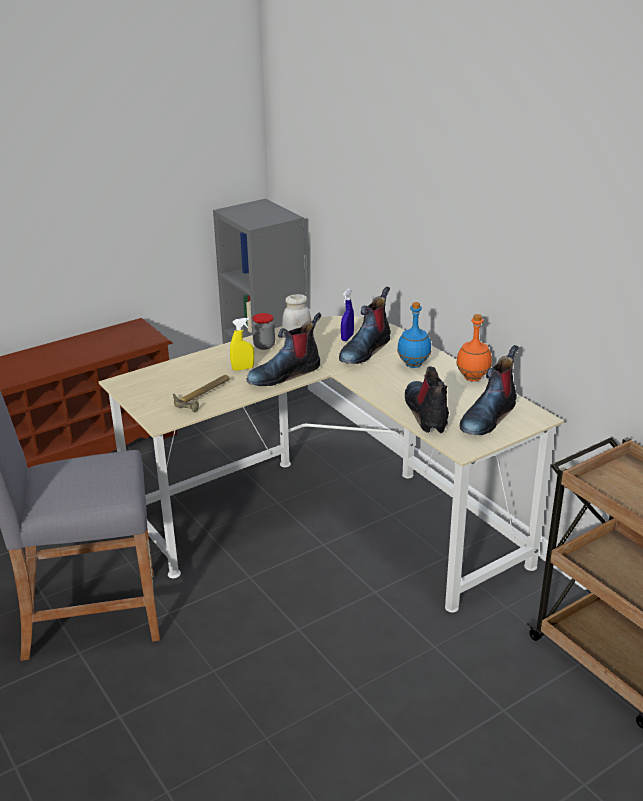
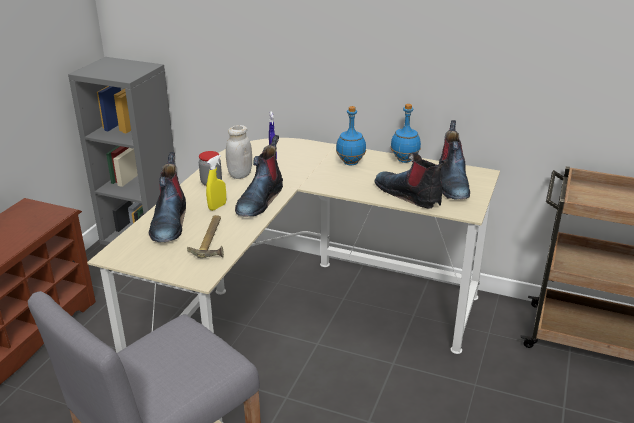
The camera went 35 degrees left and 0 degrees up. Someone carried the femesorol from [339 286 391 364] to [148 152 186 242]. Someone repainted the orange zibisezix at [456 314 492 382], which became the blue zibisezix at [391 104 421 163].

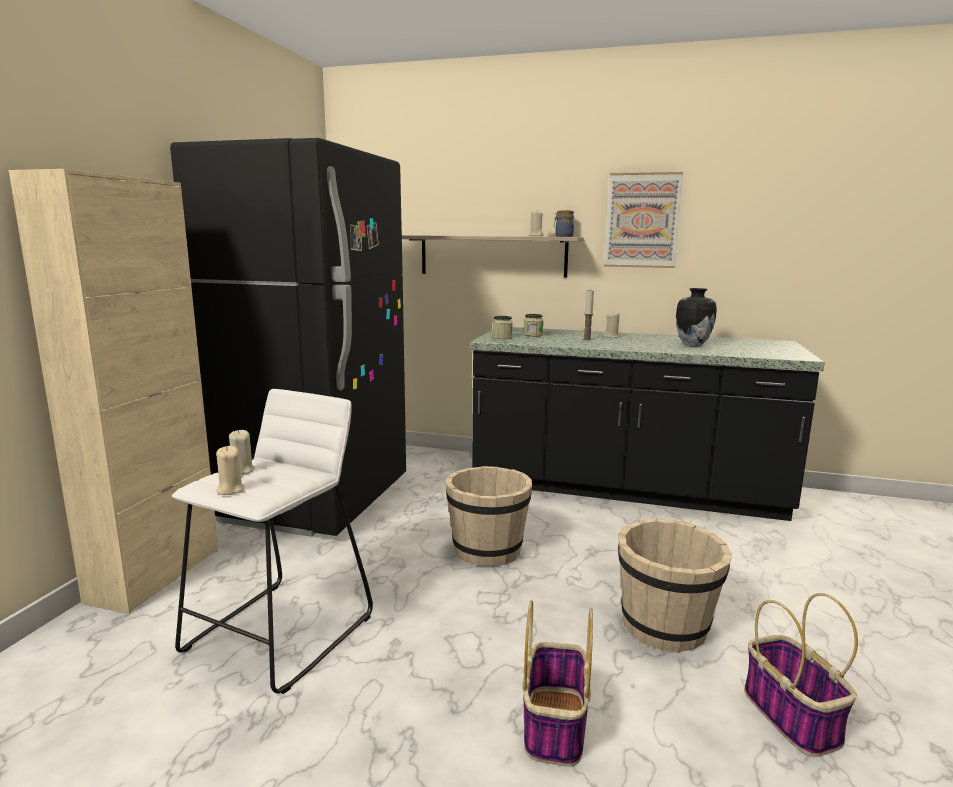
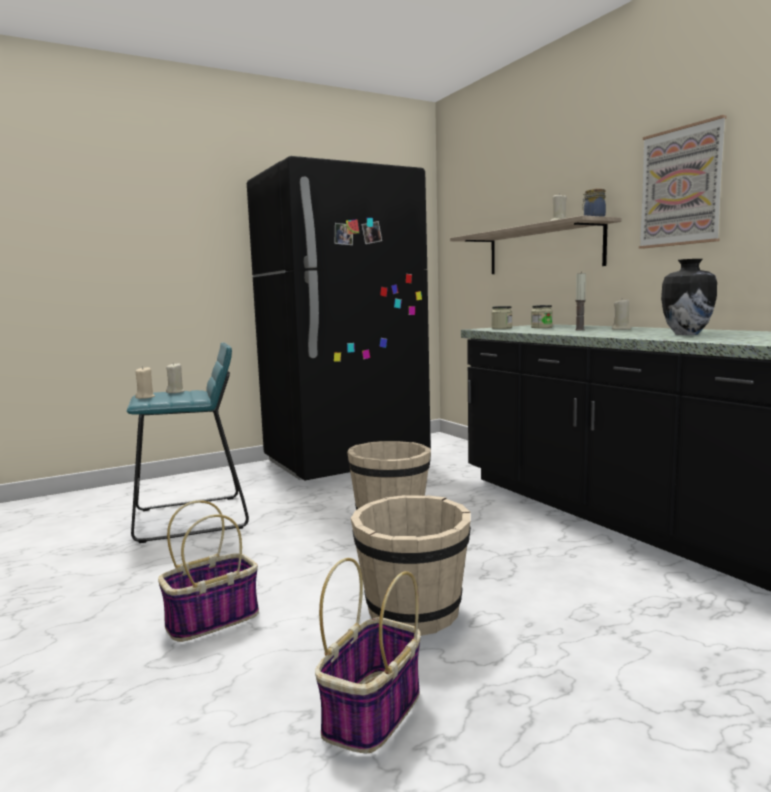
The camera went 45 degrees right and 5 degrees down. Someone took away the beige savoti at [9 169 219 614]. Someone repainted the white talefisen at [172 389 373 694], which became the turquoise talefisen at [127 342 249 543].

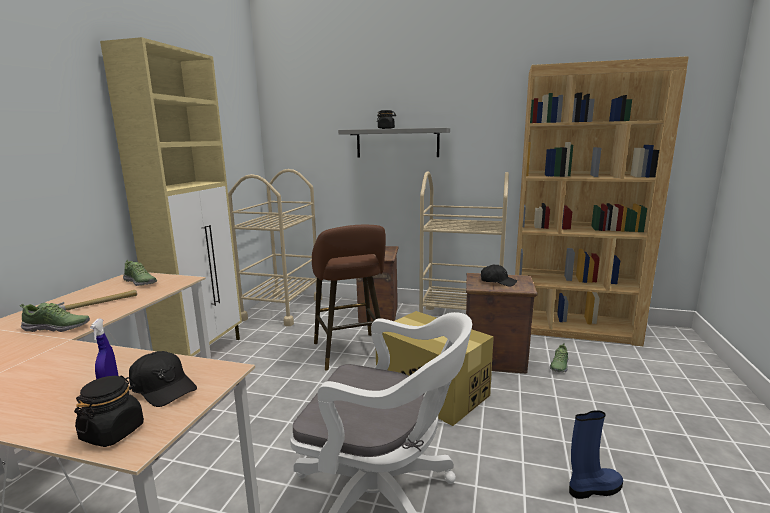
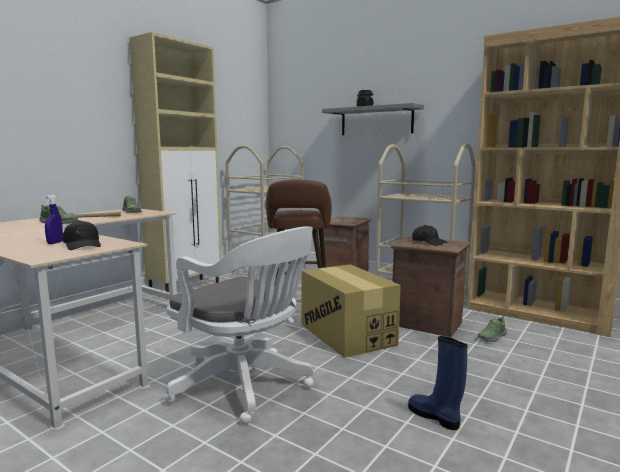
The camera went 20 degrees right and 5 degrees down. Someone took away the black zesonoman at [74 376 144 447]. Someone rotated the blue femesorol at [569 410 623 499] by 135 degrees counterclockwise.

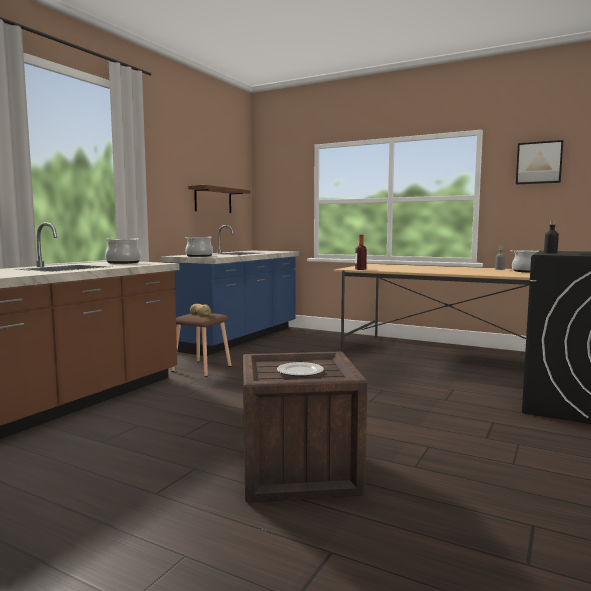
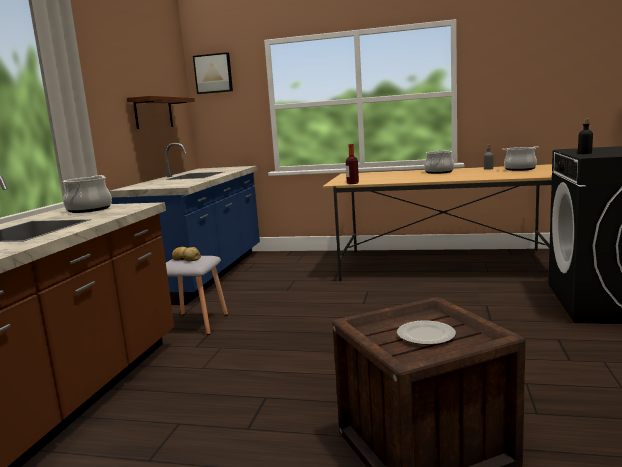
The camera went 15 degrees left and 5 degrees up. Someone carried the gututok from [185 237 213 257] to [424 150 454 174]. Someone carried the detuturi from [516 140 563 184] to [193 52 233 94]. Someone repainted the brown talefisen at [171 313 232 377], which became the grey talefisen at [166 256 228 335].

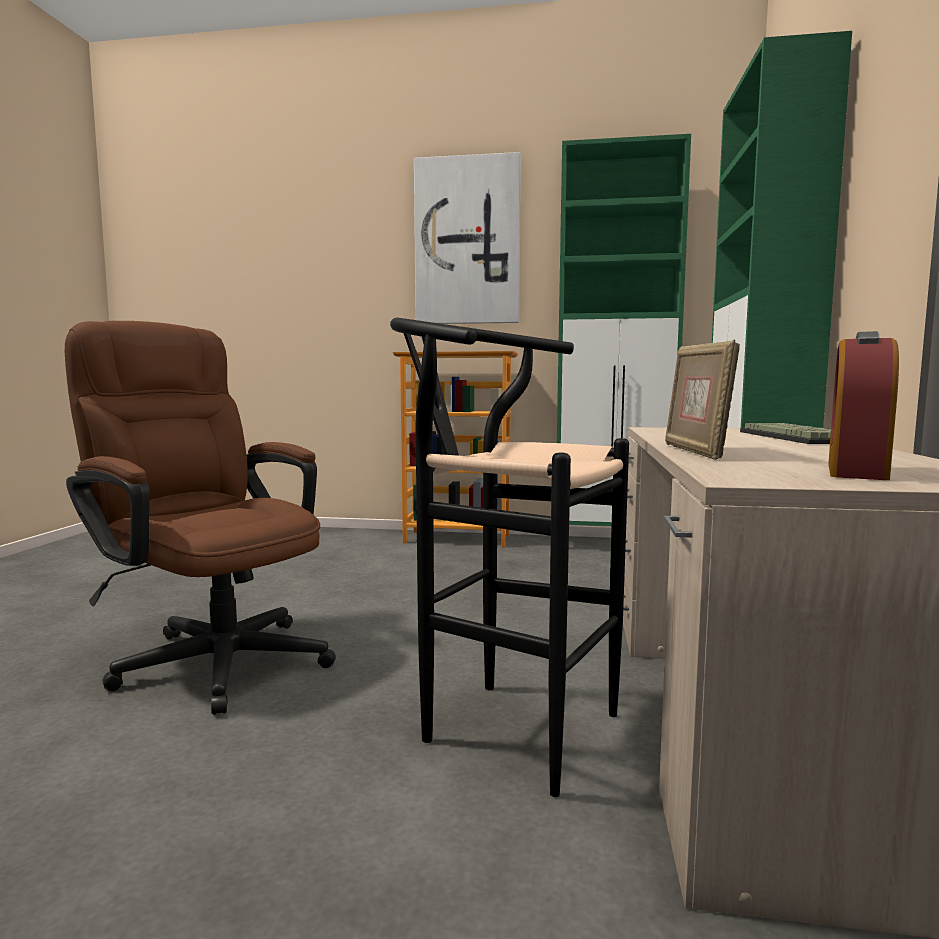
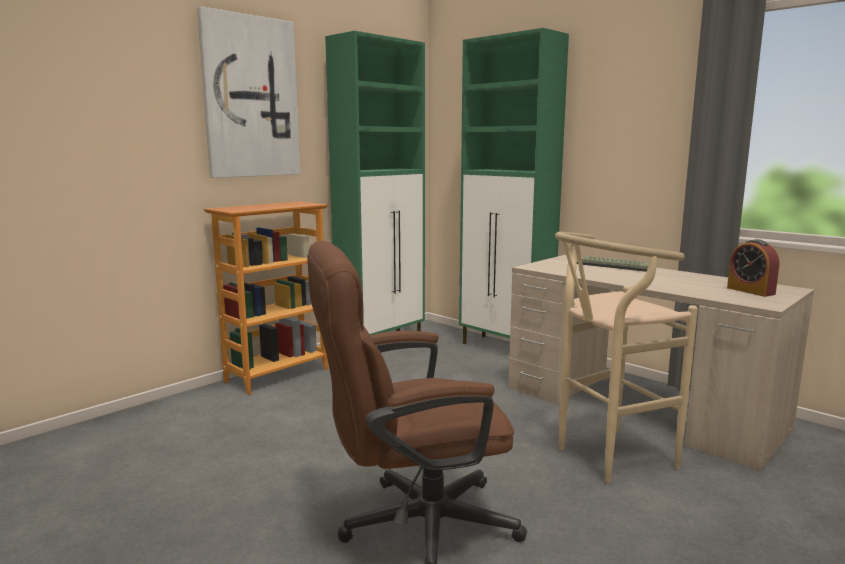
The camera went 55 degrees left and 5 degrees up. Someone took away the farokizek at [665 340 740 460]. Someone repainted the black talefisen at [390 318 629 797], which became the beige talefisen at [555 232 698 483].

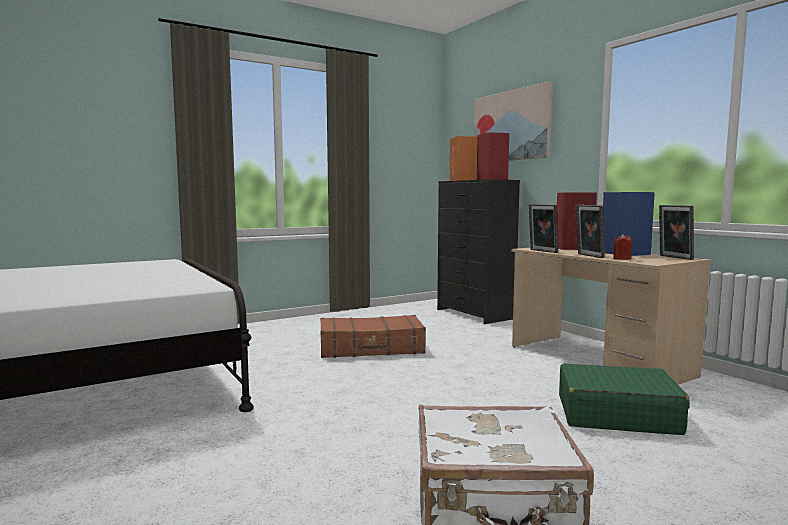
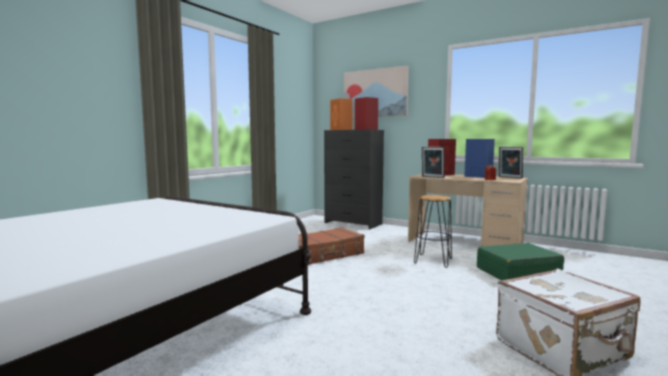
The camera went 25 degrees left and 0 degrees up. Someone took away the farokizek at [576 205 605 258]. Someone put down the black talefisen at [414 195 452 268].

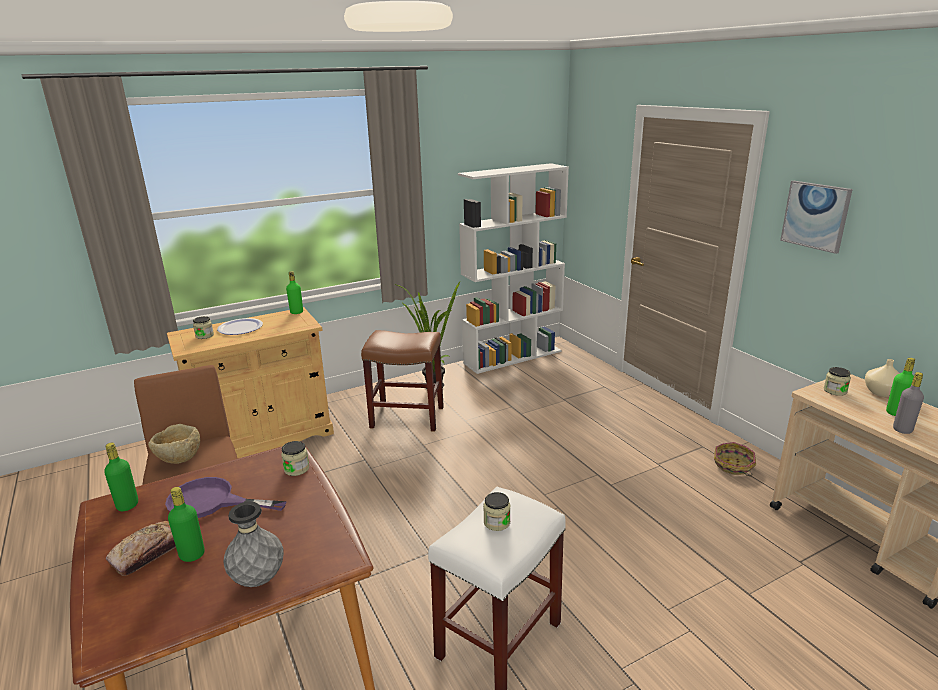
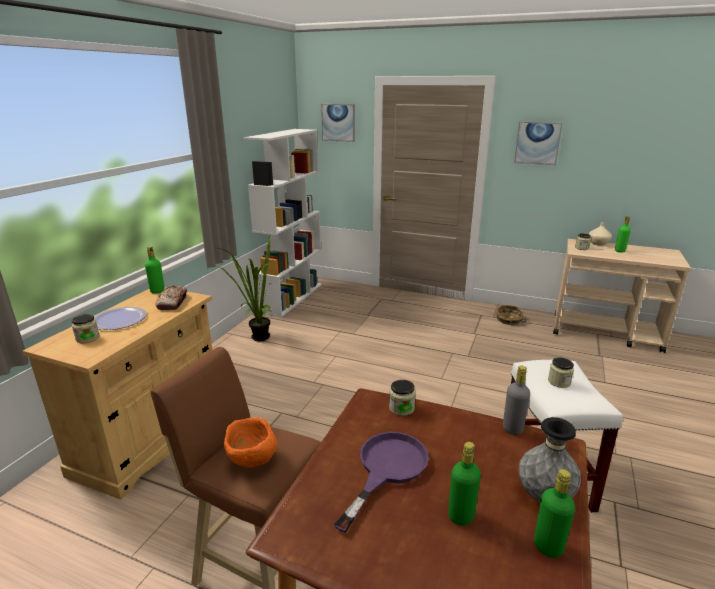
The camera went 40 degrees left and 0 degrees up. Someone took away the brown talefisen at [361 330 444 432]. Someone put up the detuturi at [321 104 355 142]. Someone carried the green zibisezix from [104 443 138 511] to [534 469 575 558]. Someone carried the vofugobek from [106 521 176 576] to [155 285 187 310]. Someone carried the grey zibisezix from [893 372 924 434] to [503 365 530 435]. Someone repainted the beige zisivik at [148 424 200 464], which became the orange zisivik at [224 417 277 468]. Someone rotated the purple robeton at [165 477 287 518] by 150 degrees clockwise.

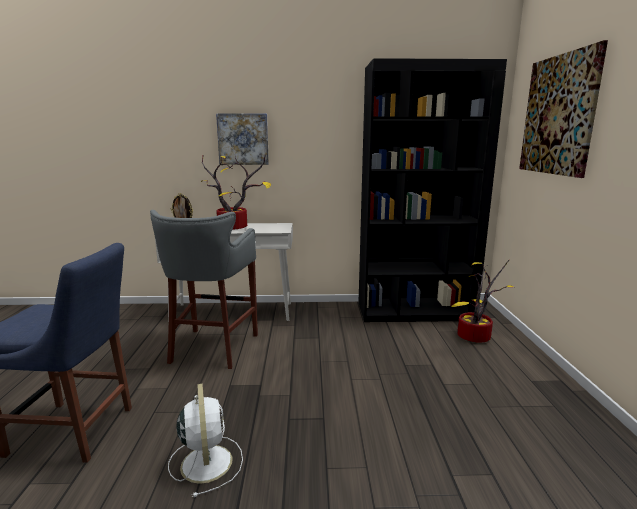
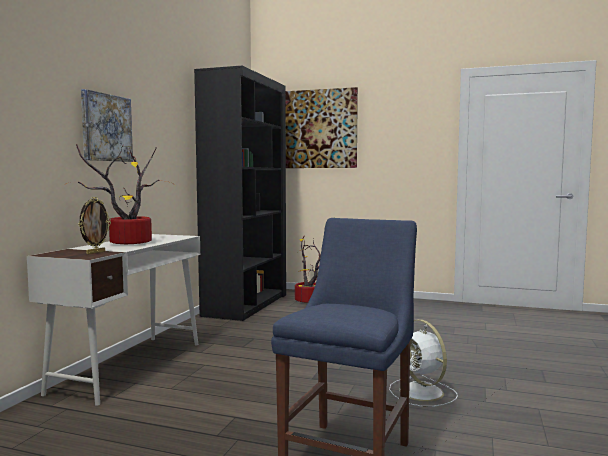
The camera went 70 degrees left and 10 degrees down. Someone took away the grey talefisen at [150 210 258 369]. Someone rotated the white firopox at [168 384 243 497] by 120 degrees counterclockwise.

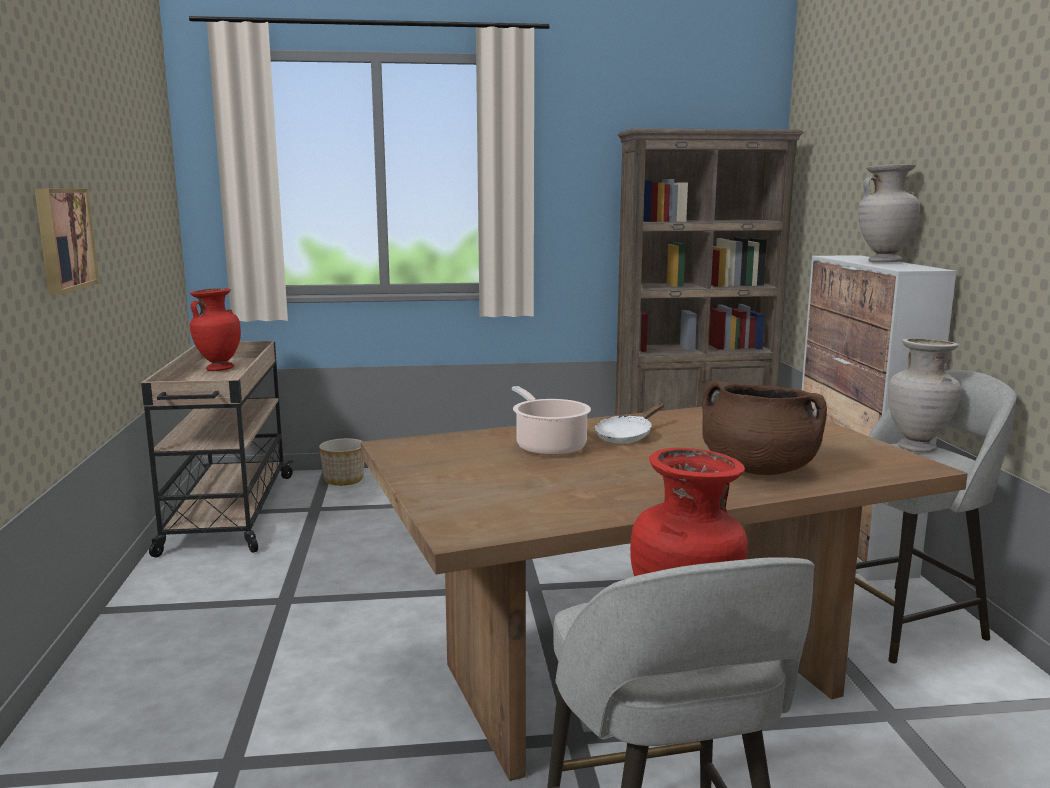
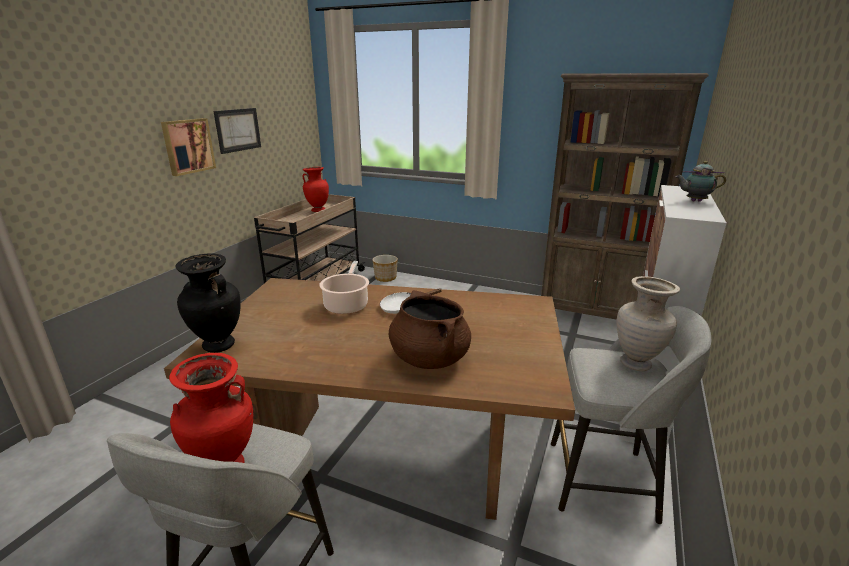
The camera went 30 degrees right and 10 degrees up. Someone put down the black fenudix at [175 254 241 353]. Someone put up the detuturi at [213 108 261 154]. Someone swapped the beige fenudix at [858 164 920 262] for the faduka at [675 161 726 202].

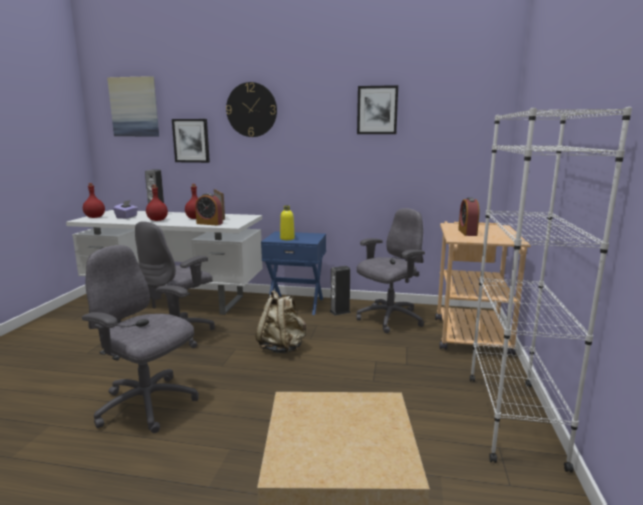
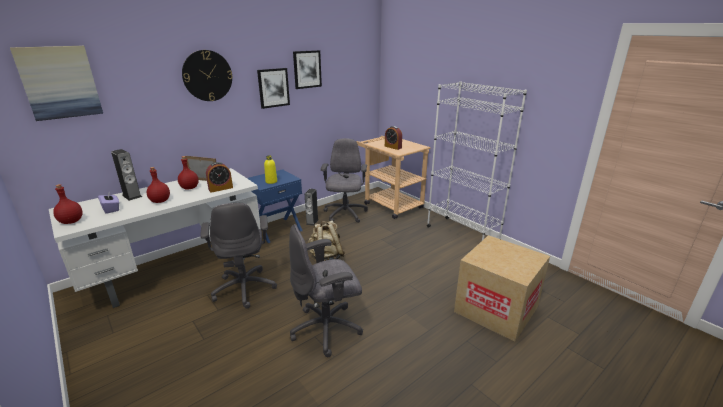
The camera went 50 degrees left and 10 degrees up. Someone carried the detuturi from [172 119 210 163] to [257 68 290 109].

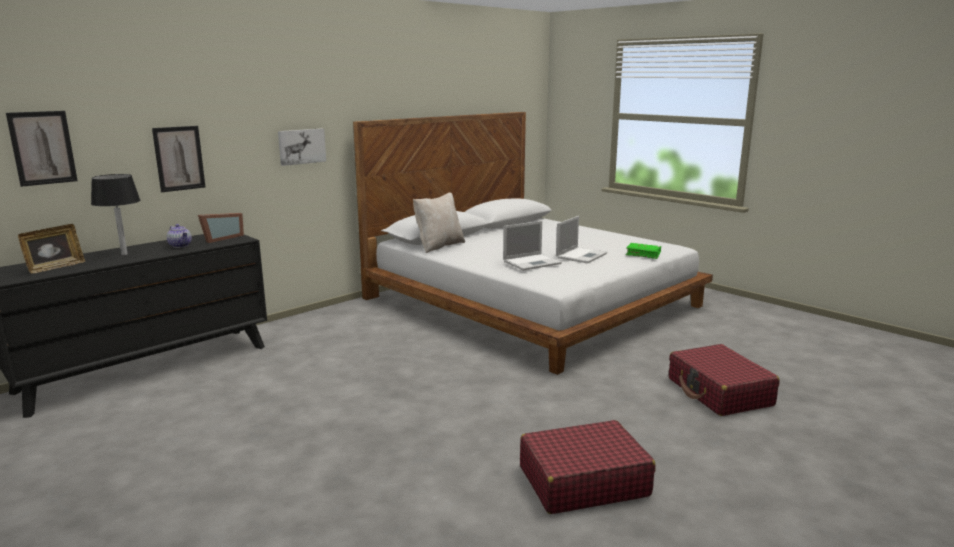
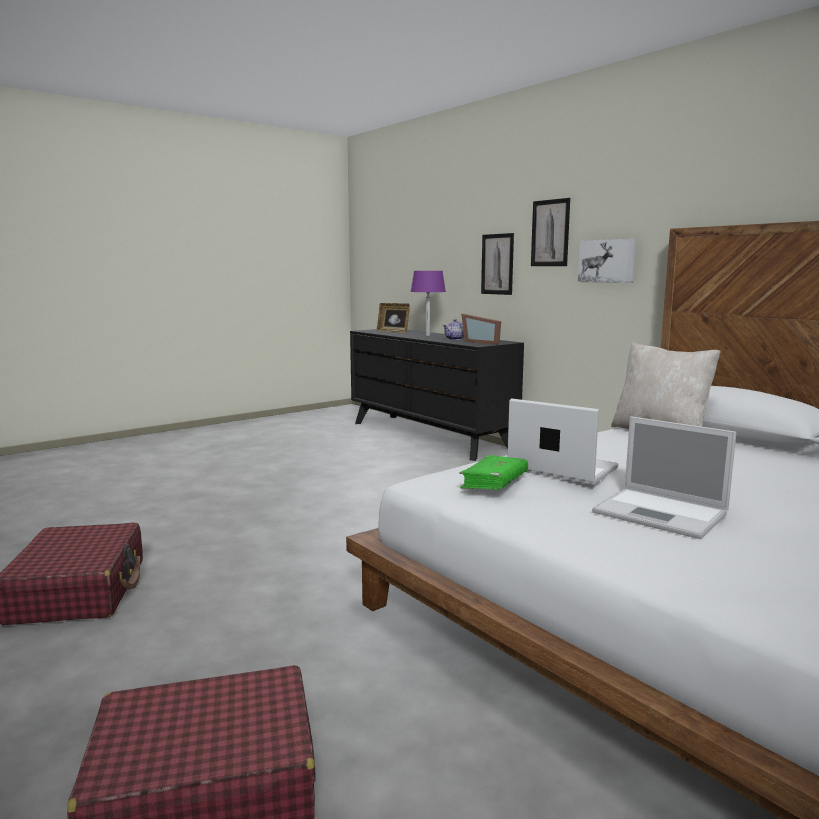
The camera went 95 degrees right and 5 degrees down. Someone carried the detuturi from [6 111 78 187] to [531 198 570 266]. Someone carried the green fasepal from [626 243 662 259] to [459 455 528 490]. Someone repainted the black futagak at [91 174 140 255], which became the purple futagak at [410 271 446 336]. Someone rotated the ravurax at [503 221 562 270] by 150 degrees clockwise.

